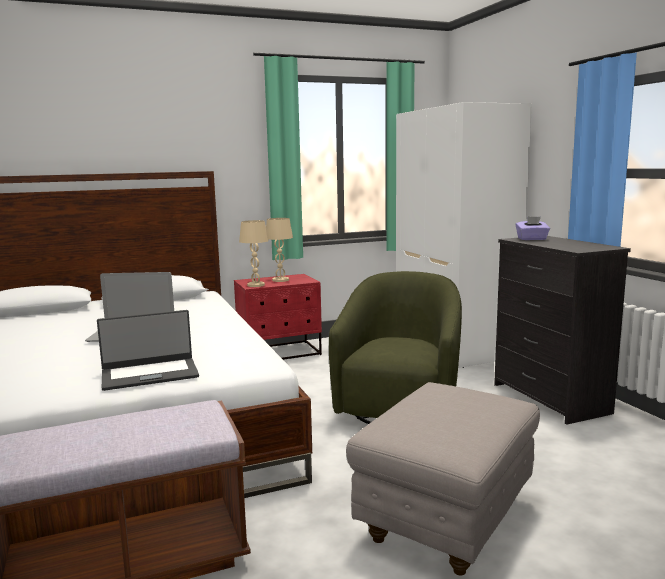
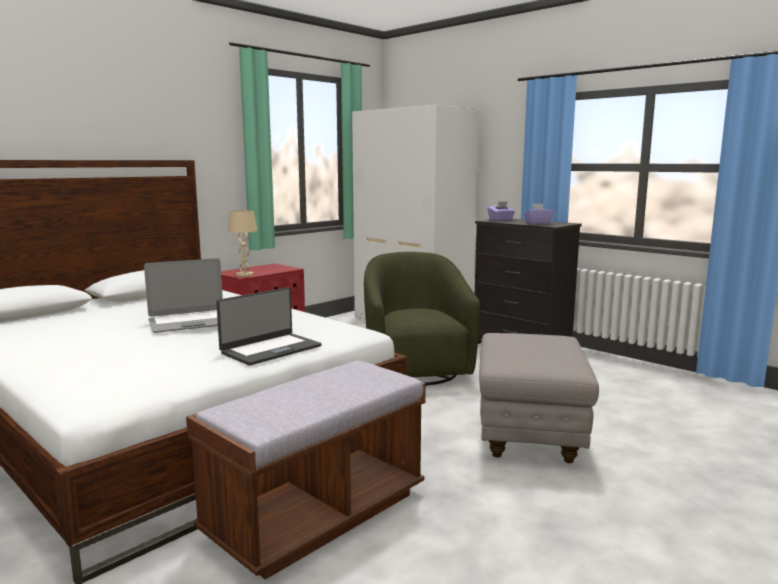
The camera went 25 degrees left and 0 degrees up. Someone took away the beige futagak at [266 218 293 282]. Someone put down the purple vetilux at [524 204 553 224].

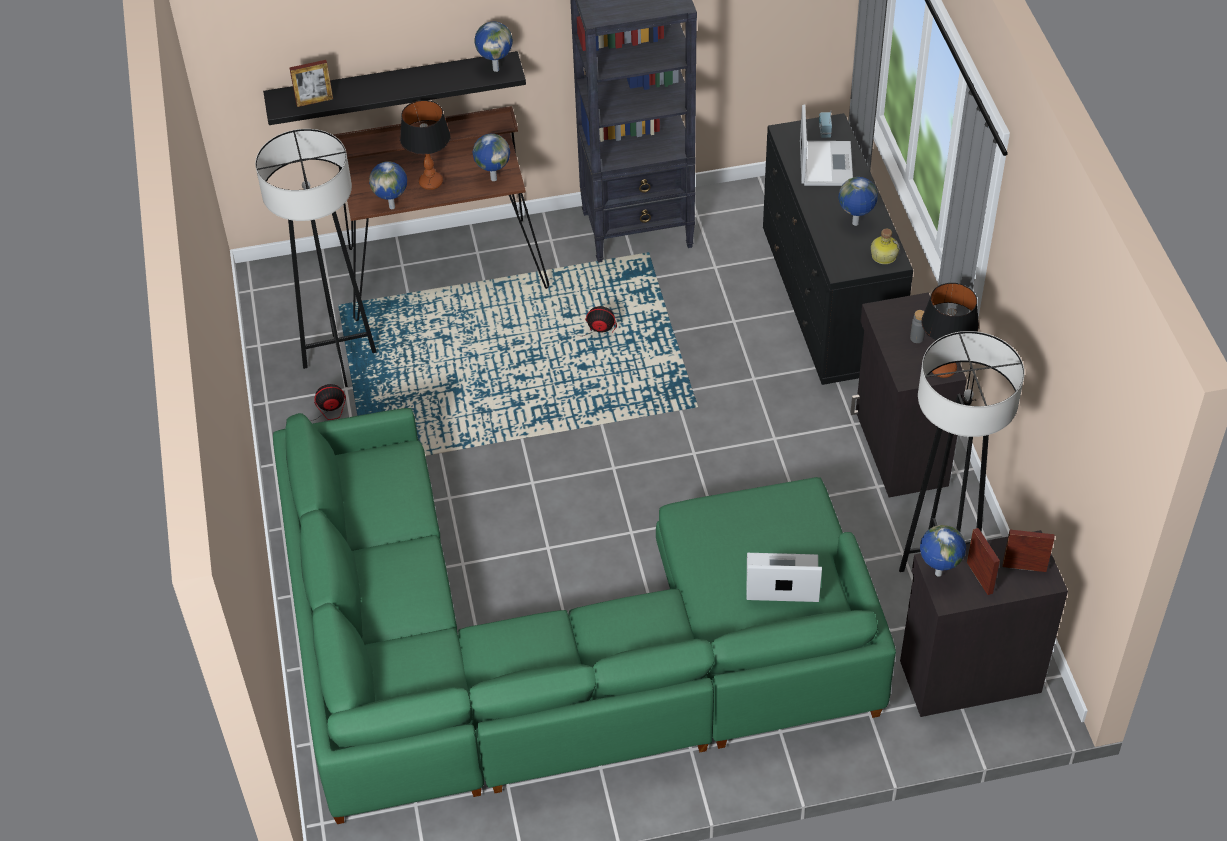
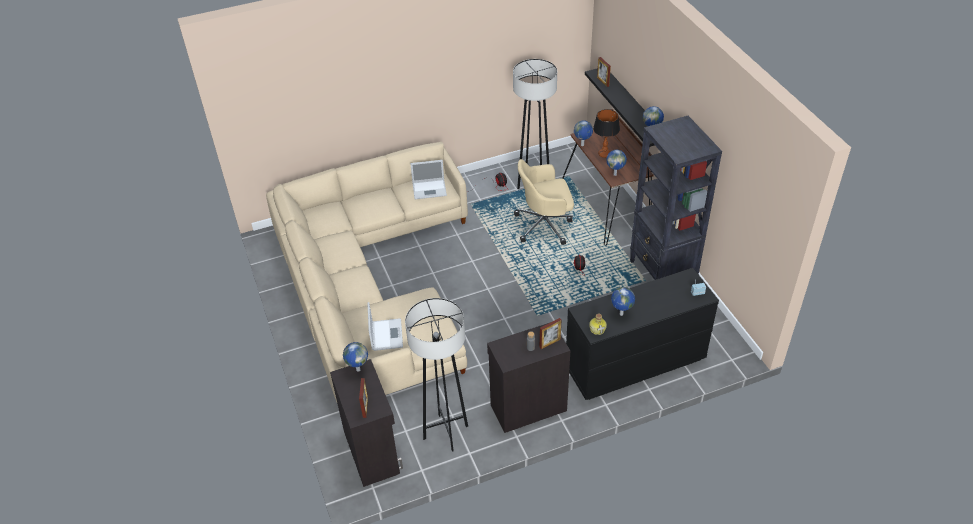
The camera went 80 degrees right and 5 degrees down. Someone took away the futagak at [922 283 979 378]. Someone put down the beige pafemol at [514 159 574 245]. Someone carried the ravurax from [800 104 853 186] to [410 160 447 199]. Someone carried the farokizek from [967 528 1000 595] to [540 318 561 349]. Someone repainted the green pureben at [273 408 896 824], which became the beige pureben at [266 142 468 402].

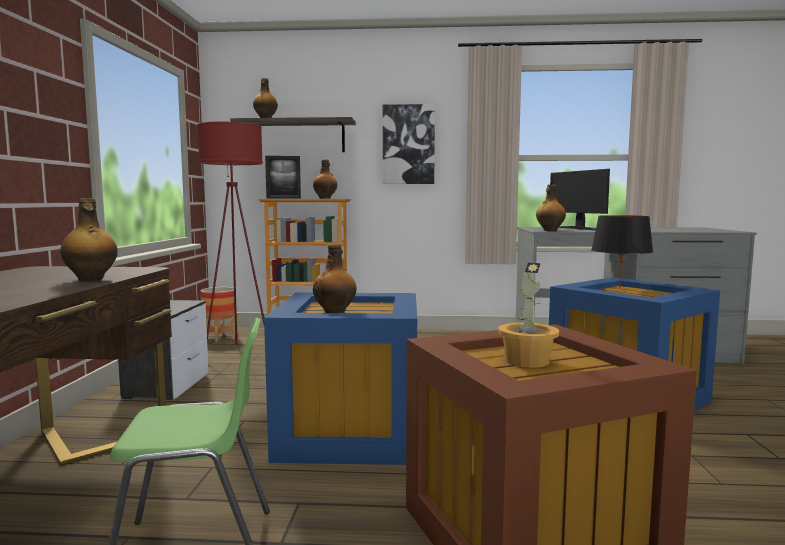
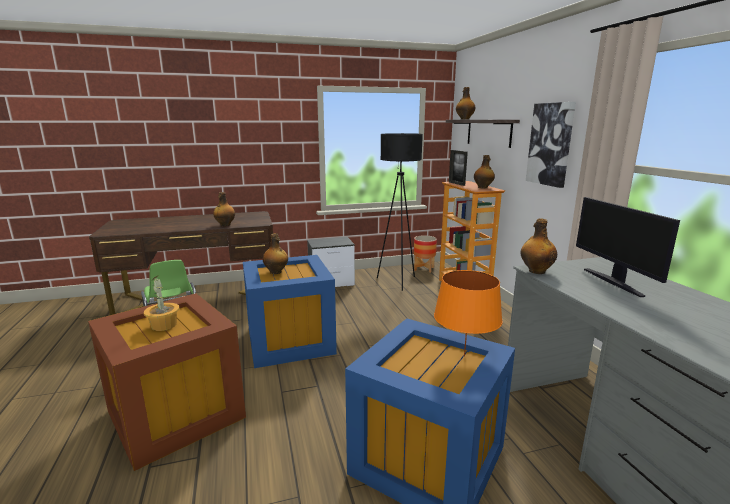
The camera went 70 degrees right and 10 degrees up. Someone repainted the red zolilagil at [197 122 264 345], which became the black zolilagil at [377 133 423 291]. Someone repainted the black futagak at [591 215 653 288], which became the orange futagak at [434 270 503 357]. Someone rotated the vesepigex at [550 169 610 230] by 60 degrees counterclockwise.

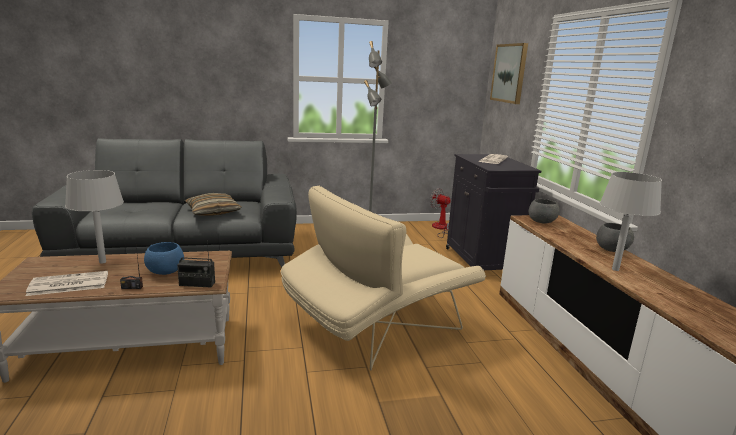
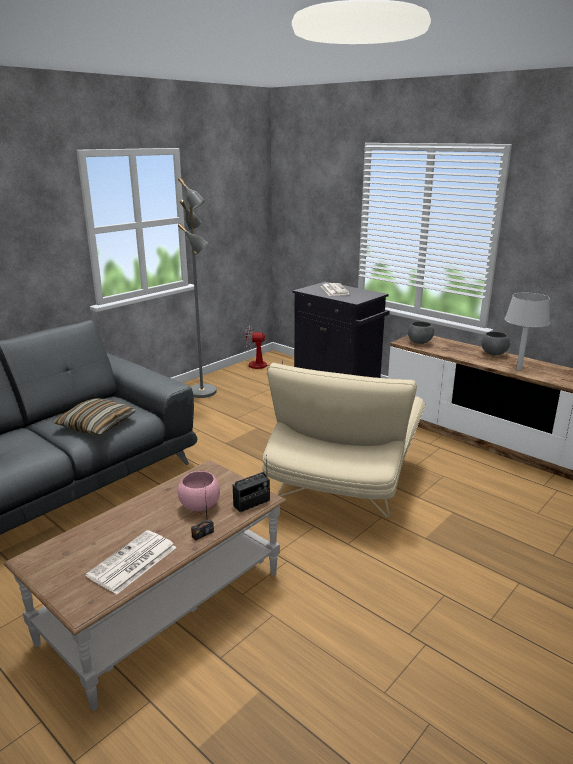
The camera went 35 degrees left and 5 degrees up. Someone took away the grey futagak at [65 170 124 264]. Someone took away the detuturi at [490 43 528 104]. Someone repainted the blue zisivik at [144 242 184 275], which became the pink zisivik at [178 471 220 511].

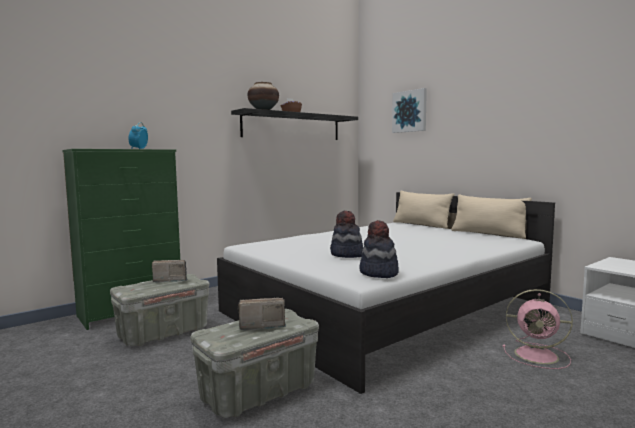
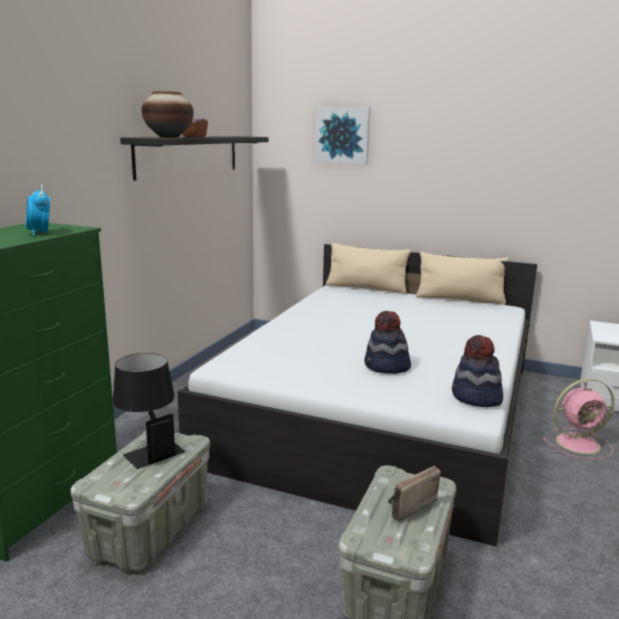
The camera went 30 degrees left and 10 degrees up. Someone swapped the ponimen at [152 260 187 283] for the black futagak at [113 353 185 469].

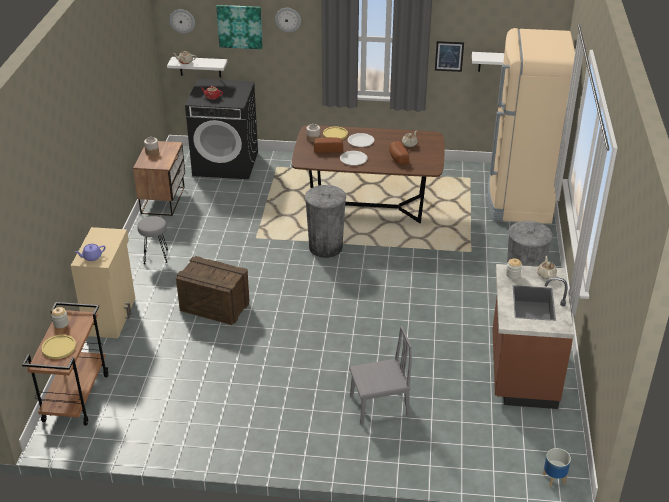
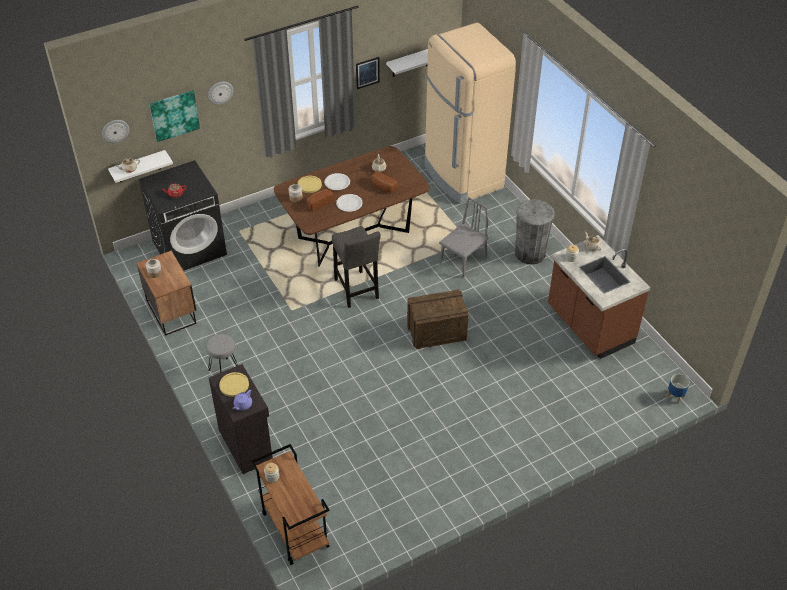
The camera went 35 degrees left and 10 degrees up. Someone carried the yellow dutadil from [42 335 76 359] to [219 372 249 397]. Someone carried the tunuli from [176 256 250 325] to [407 289 469 349]. Someone carried the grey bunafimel from [349 326 412 425] to [439 197 489 278]. Someone swapped the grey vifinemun at [305 185 347 258] for the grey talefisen at [332 226 381 308]. Someone repainted the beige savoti at [71 227 135 338], which became the black savoti at [209 364 273 474].

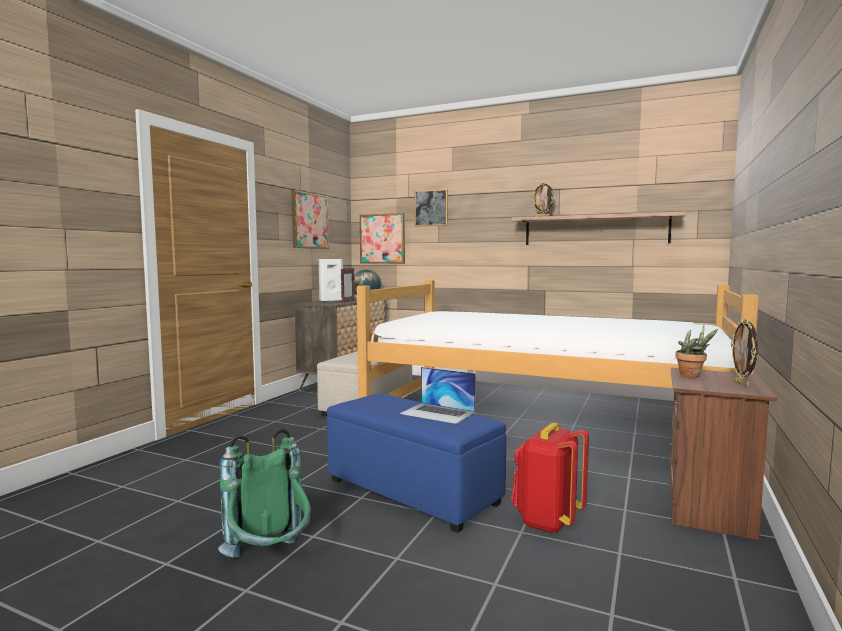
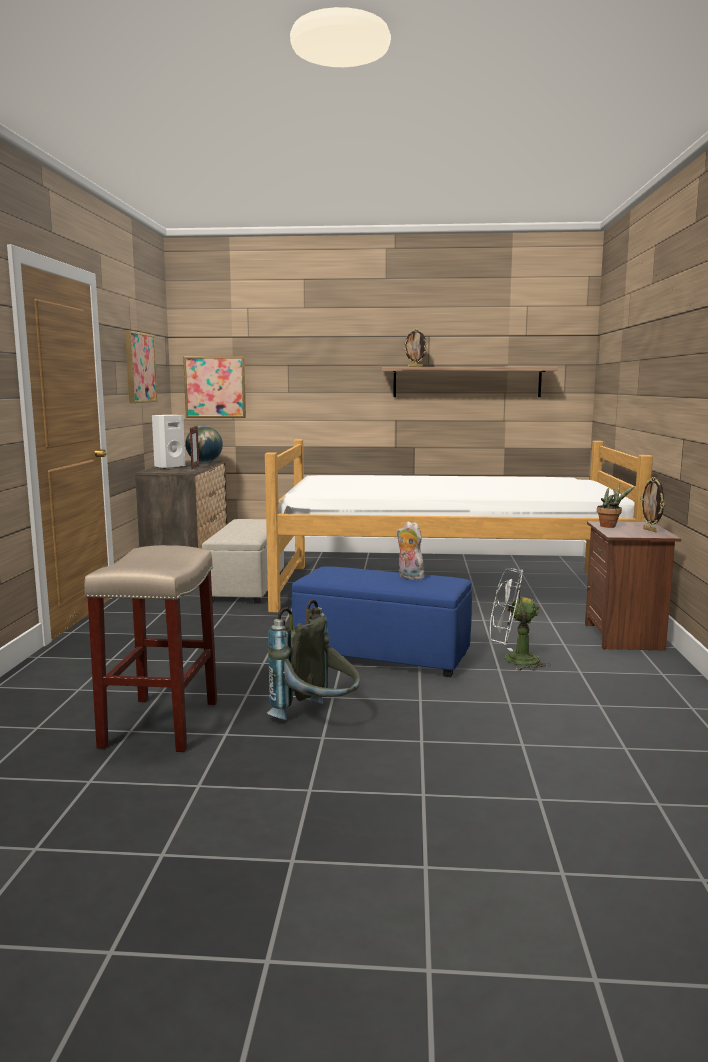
The camera went 20 degrees left and 5 degrees up. Someone took away the detuturi at [414 189 448 226]. Someone put down the beige talefisen at [84 545 217 752]. Someone swapped the ravurax at [400 367 476 424] for the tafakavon at [396 521 428 580]. Someone swapped the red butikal at [511 423 589 533] for the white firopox at [490 568 551 671]. Someone repainted the green butikal at [218 429 311 558], which became the grey butikal at [267 599 360 720].

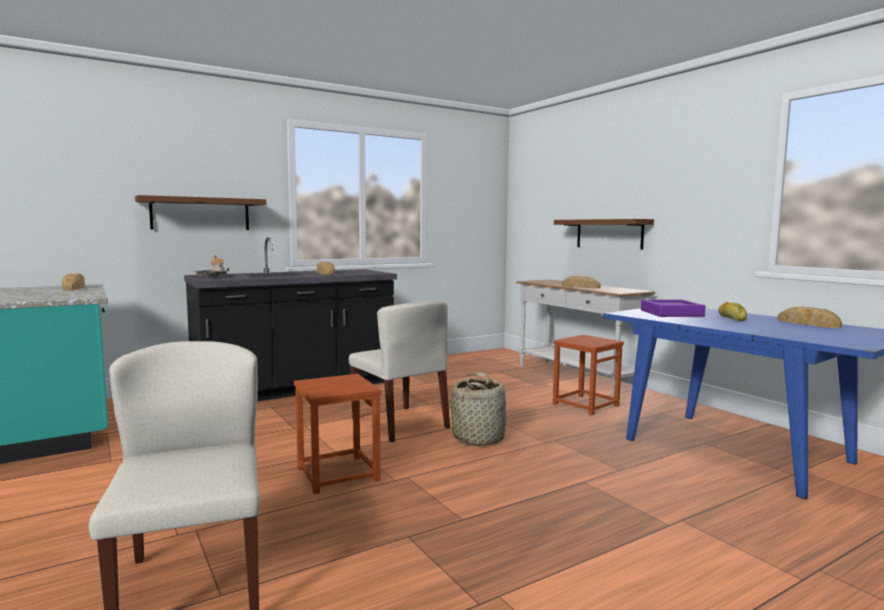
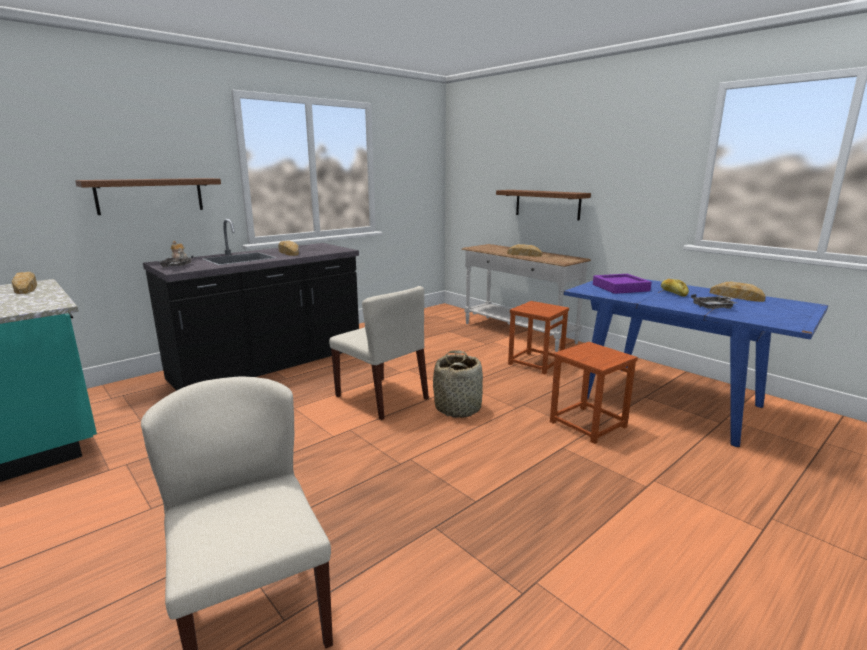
The camera went 10 degrees left and 10 degrees up. Someone put down the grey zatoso at [691 294 736 309]. Someone carried the brown talefisen from [294 374 381 494] to [550 342 638 444].

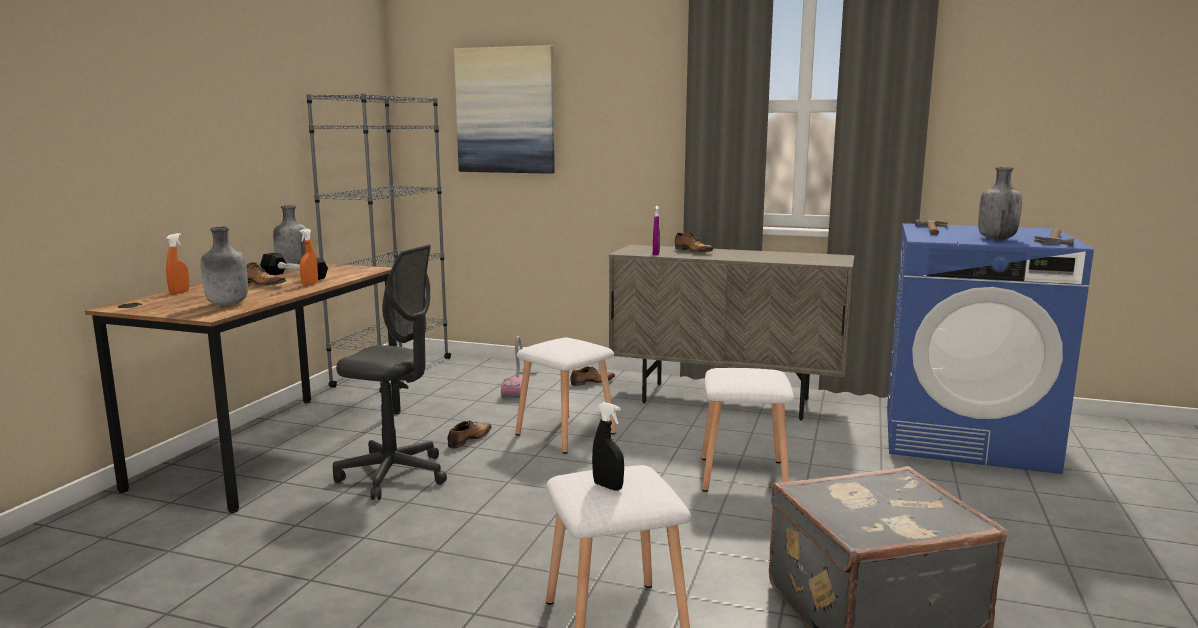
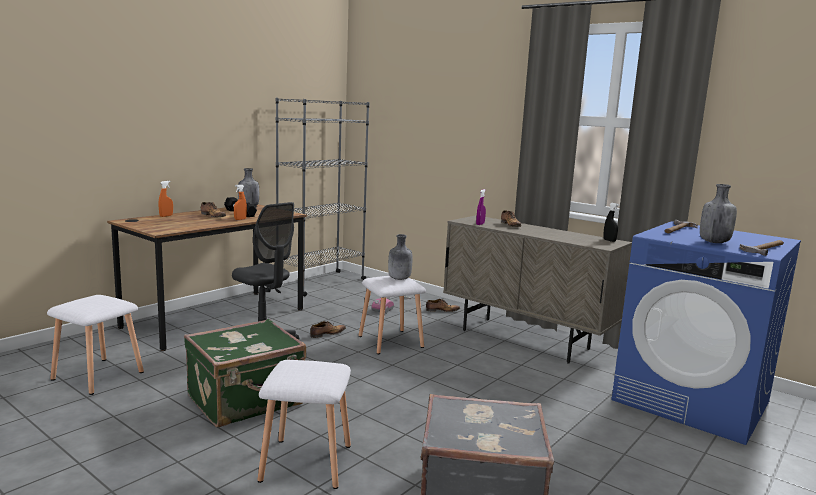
The camera went 20 degrees right and 0 degrees up. Someone took away the detuturi at [454 45 555 174]. Someone put down the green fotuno at [184 319 306 427]. Someone carried the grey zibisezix from [201 226 248 305] to [388 234 413 280]. Someone carried the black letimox from [592 402 624 491] to [603 203 619 242]. Someone carried the white talefisen from [701 368 794 492] to [47 295 144 395].

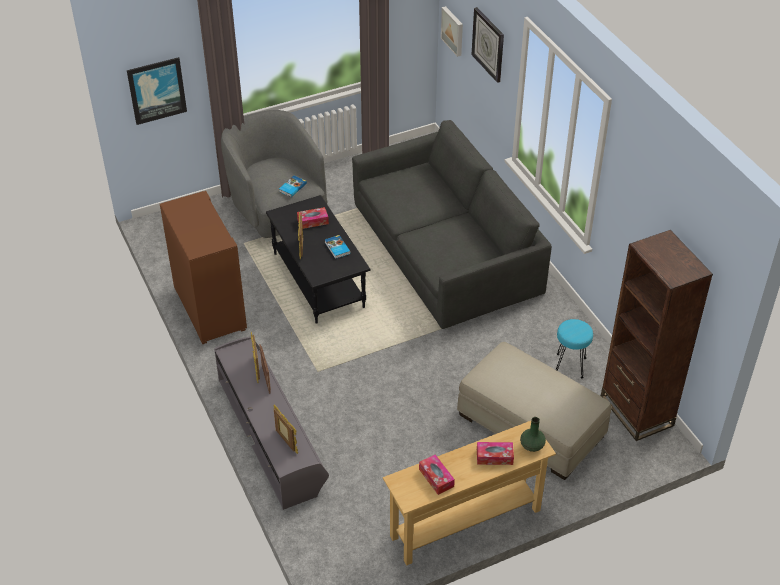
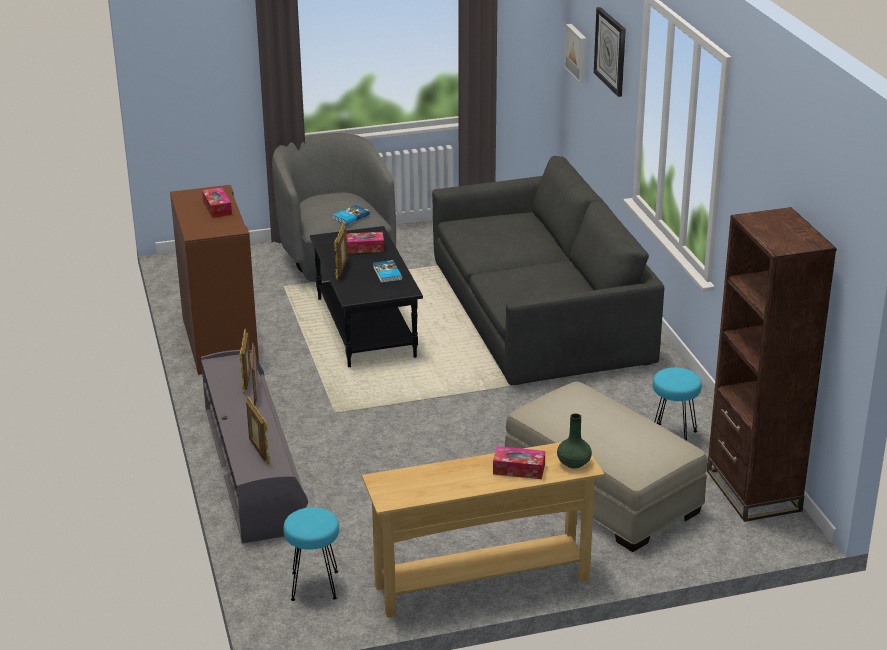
The camera went 10 degrees right and 15 degrees down. Someone took away the detuturi at [127 57 187 125]. Someone put down the turquoise talefisen at [283 507 339 601]. Someone carried the vetilux from [419 454 455 495] to [202 187 232 218].

